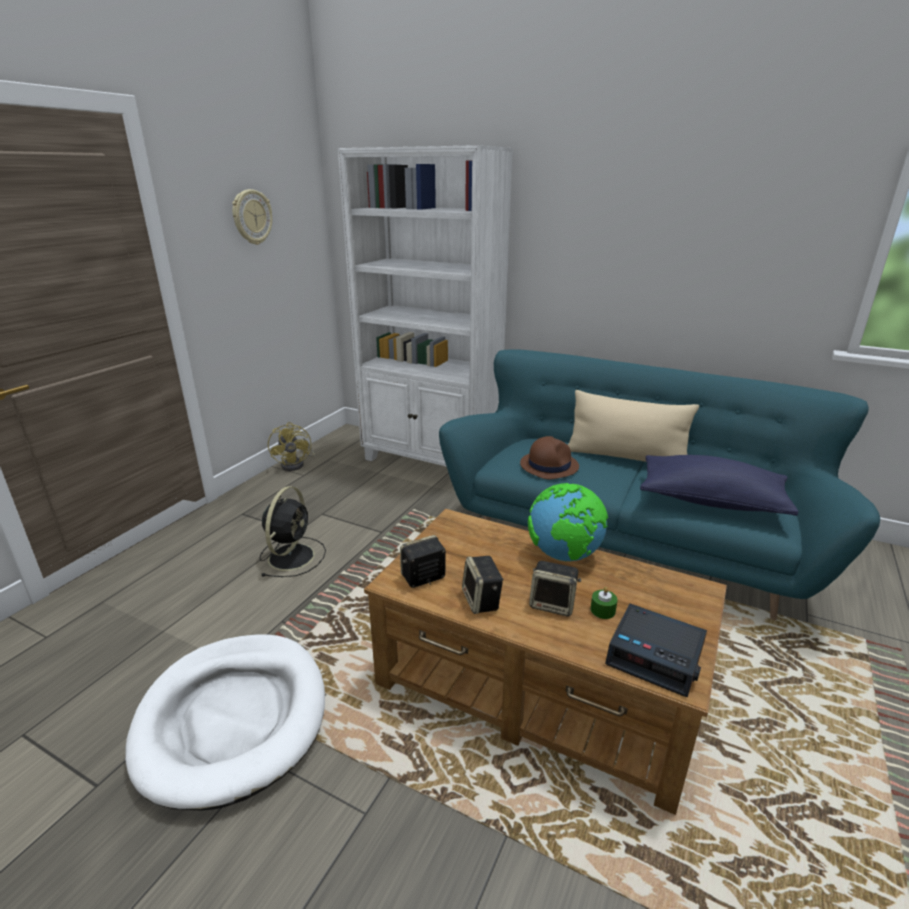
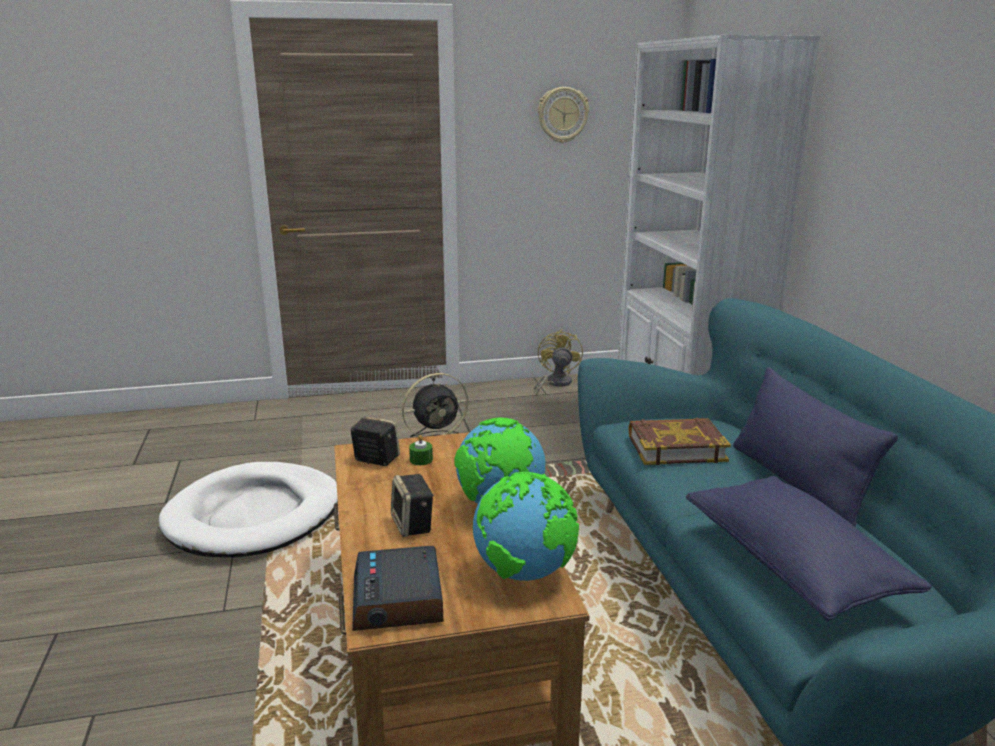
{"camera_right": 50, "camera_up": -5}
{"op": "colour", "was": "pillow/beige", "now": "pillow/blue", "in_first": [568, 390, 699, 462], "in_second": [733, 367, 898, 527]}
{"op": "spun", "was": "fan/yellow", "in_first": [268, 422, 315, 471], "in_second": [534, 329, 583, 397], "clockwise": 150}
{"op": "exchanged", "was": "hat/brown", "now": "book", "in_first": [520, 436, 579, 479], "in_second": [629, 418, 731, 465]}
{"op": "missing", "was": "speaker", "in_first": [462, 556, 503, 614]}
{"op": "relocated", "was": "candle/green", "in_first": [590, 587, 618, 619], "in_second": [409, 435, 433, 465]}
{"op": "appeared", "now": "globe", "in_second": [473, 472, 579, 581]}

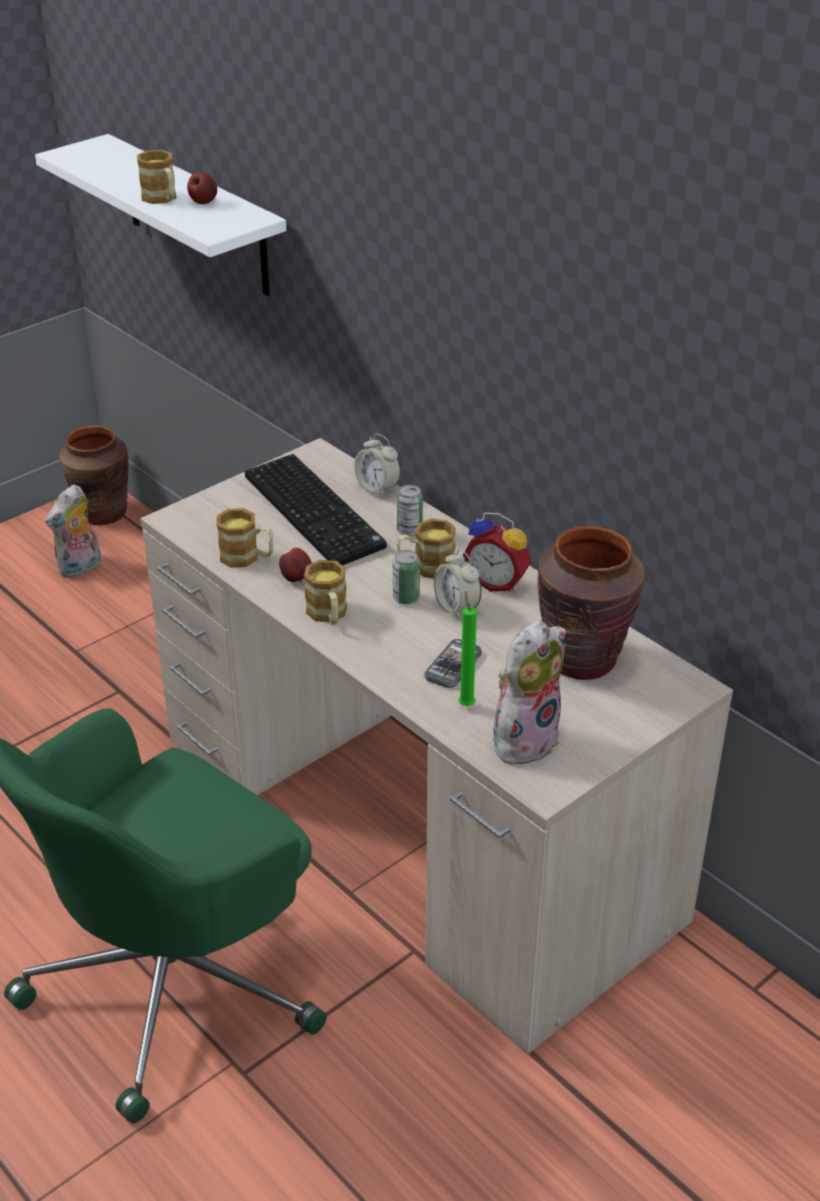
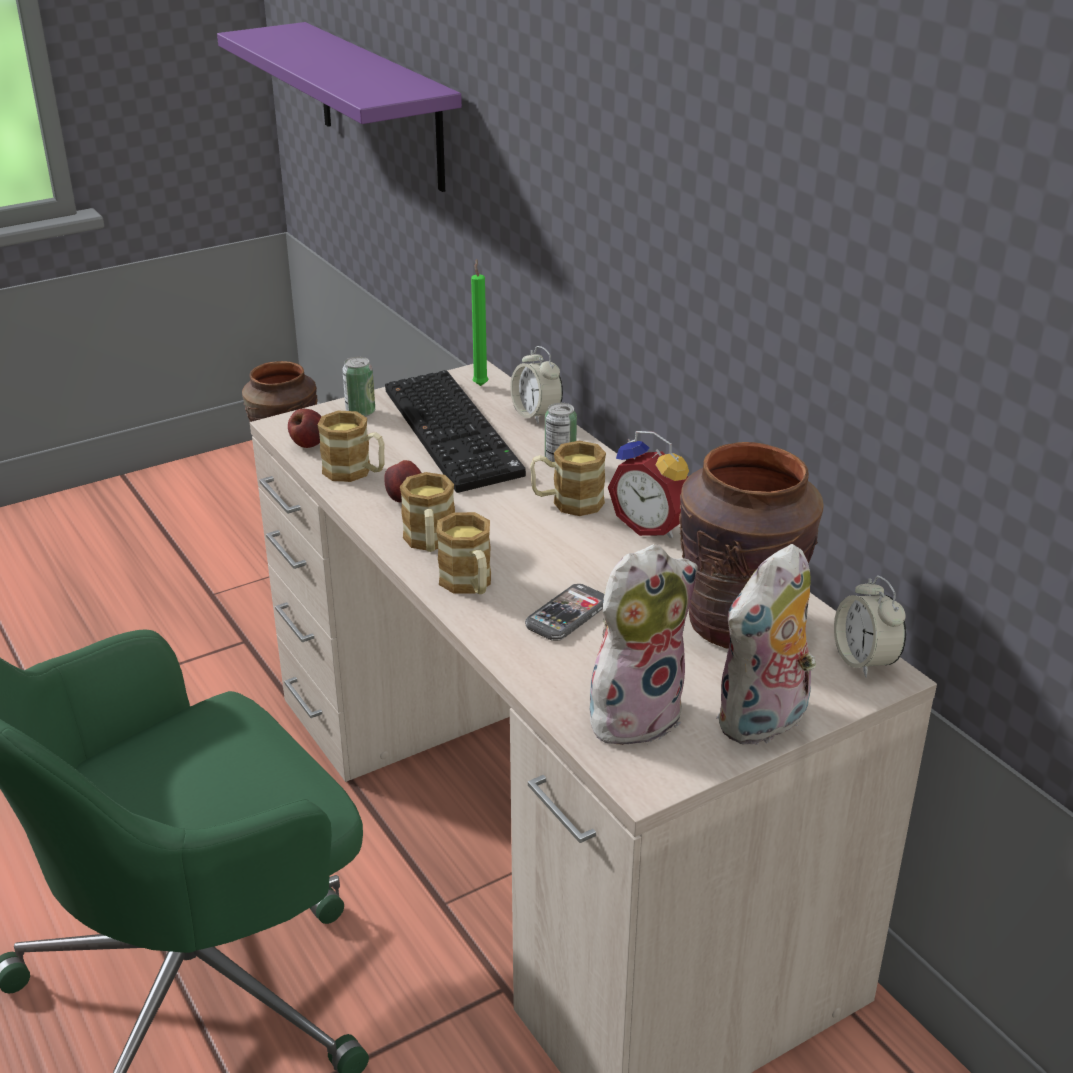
{"camera_right": 10, "camera_up": -5}
{"op": "colour", "was": "shelf/white", "now": "shelf/purple", "in_first": [35, 134, 286, 296], "in_second": [217, 22, 462, 192]}
{"op": "relocated", "was": "mug", "in_first": [137, 150, 176, 204], "in_second": [436, 512, 491, 594]}
{"op": "relocated", "was": "apple", "in_first": [187, 172, 217, 204], "in_second": [288, 409, 322, 448]}
{"op": "relocated", "was": "plush toy", "in_first": [45, 484, 101, 578], "in_second": [716, 544, 816, 746]}
{"op": "relocated", "was": "alarm clock", "in_first": [434, 549, 481, 620], "in_second": [834, 576, 906, 678]}
{"op": "relocated", "was": "can", "in_first": [392, 550, 420, 604], "in_second": [342, 357, 375, 417]}
{"op": "relocated", "was": "candle/green", "in_first": [459, 591, 477, 706], "in_second": [471, 259, 489, 386]}

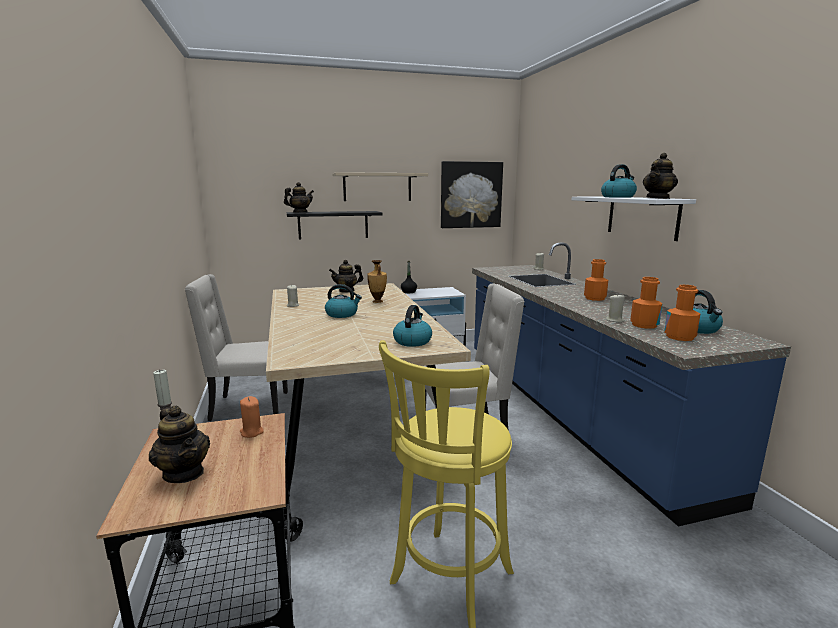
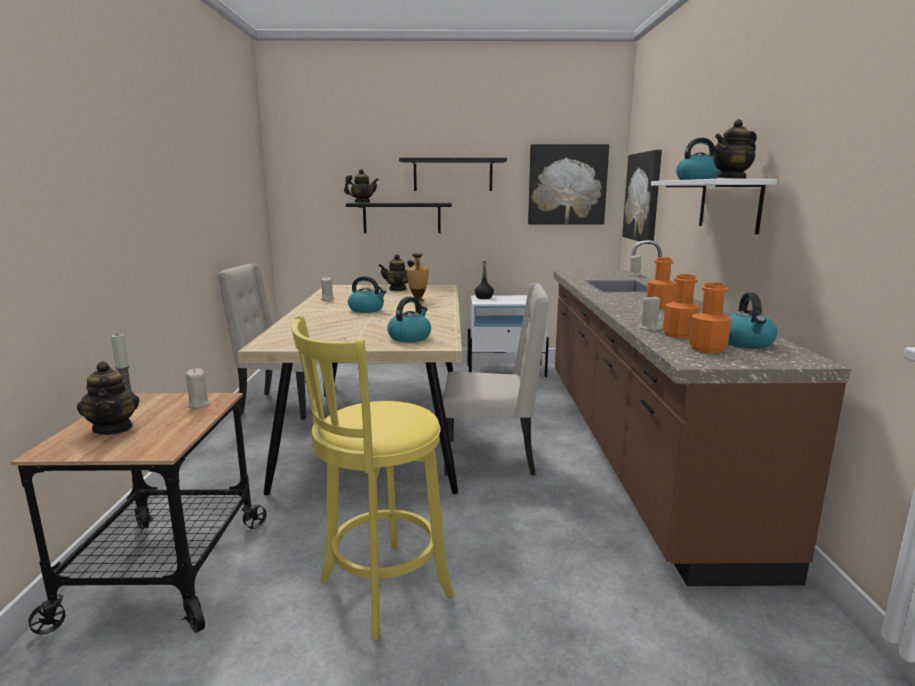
{"camera_right": 15, "camera_up": 0}
{"op": "colour", "was": "shelf/beige", "now": "shelf/black", "in_first": [332, 172, 428, 201], "in_second": [399, 158, 507, 191]}
{"op": "colour", "was": "counter/blue", "now": "counter/brown", "in_first": [472, 242, 791, 526], "in_second": [553, 240, 851, 586]}
{"op": "colour", "was": "candle/orange", "now": "candle/beige", "in_first": [240, 396, 264, 438], "in_second": [186, 368, 210, 408]}
{"op": "appeared", "now": "picture", "in_second": [622, 150, 662, 242]}

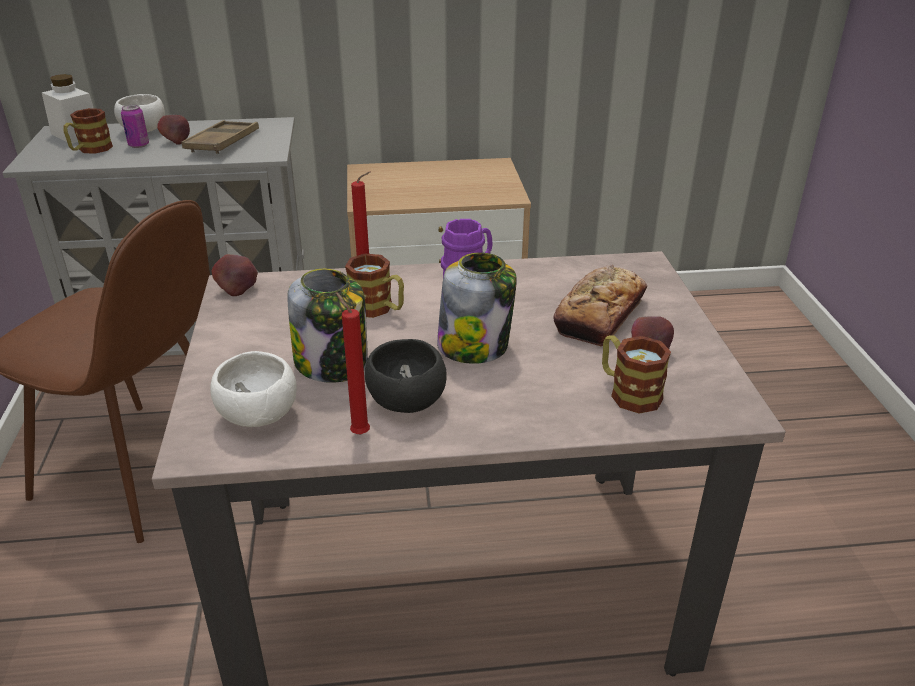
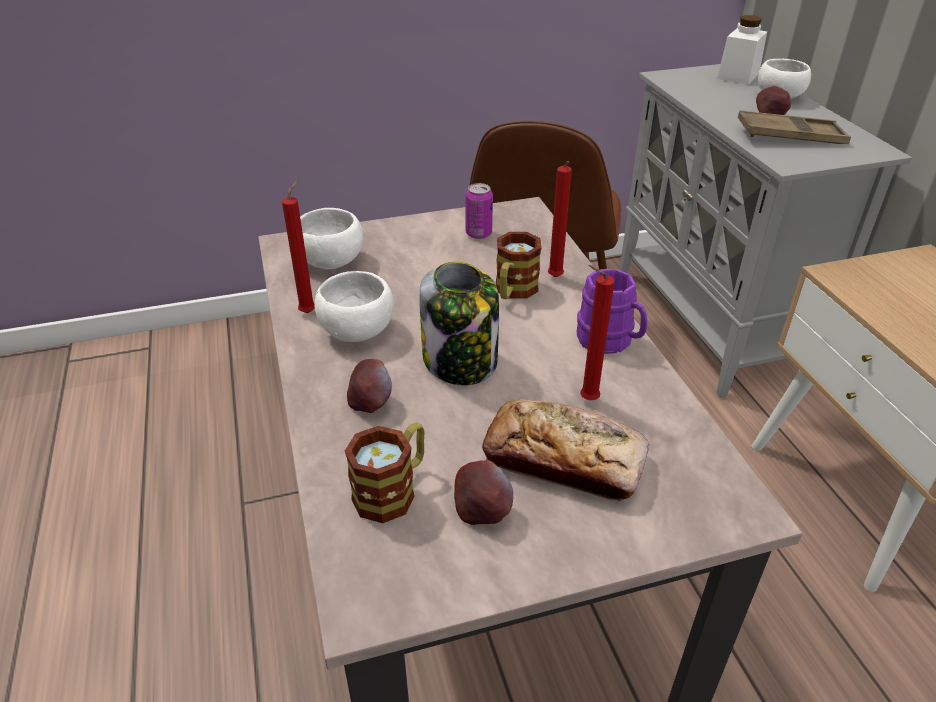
{"camera_right": 80, "camera_up": 5}
{"op": "relocated", "was": "can", "in_first": [121, 105, 149, 148], "in_second": [466, 183, 493, 239]}
{"op": "missing", "was": "mug", "in_first": [63, 108, 113, 154]}
{"op": "relocated", "was": "apple", "in_first": [212, 254, 258, 296], "in_second": [347, 359, 392, 413]}
{"op": "missing", "was": "jar", "in_first": [287, 269, 368, 383]}
{"op": "colour", "was": "bowl/black", "now": "bowl/white", "in_first": [365, 339, 447, 413], "in_second": [315, 271, 394, 342]}
{"op": "appeared", "now": "candle/red", "in_second": [580, 265, 615, 400]}

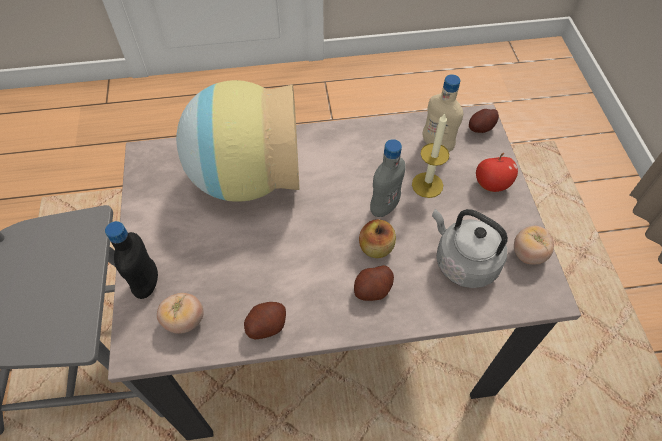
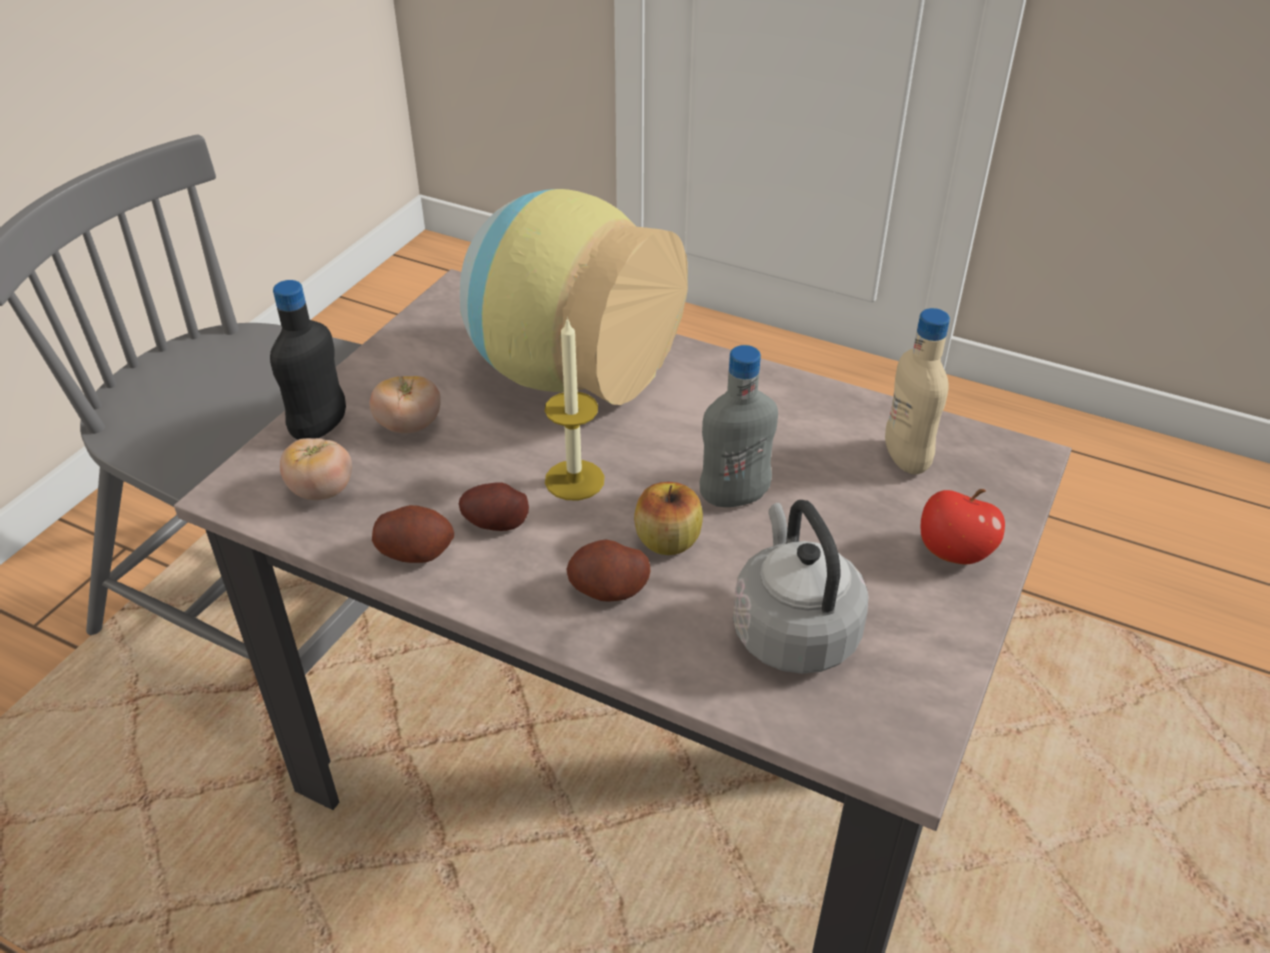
{"camera_right": 35, "camera_up": -15}
{"op": "relocated", "was": "potato", "in_first": [469, 109, 499, 133], "in_second": [459, 483, 529, 531]}
{"op": "relocated", "was": "candle", "in_first": [412, 113, 449, 198], "in_second": [545, 317, 605, 501]}
{"op": "relocated", "was": "tomato", "in_first": [514, 226, 554, 264], "in_second": [369, 375, 441, 434]}

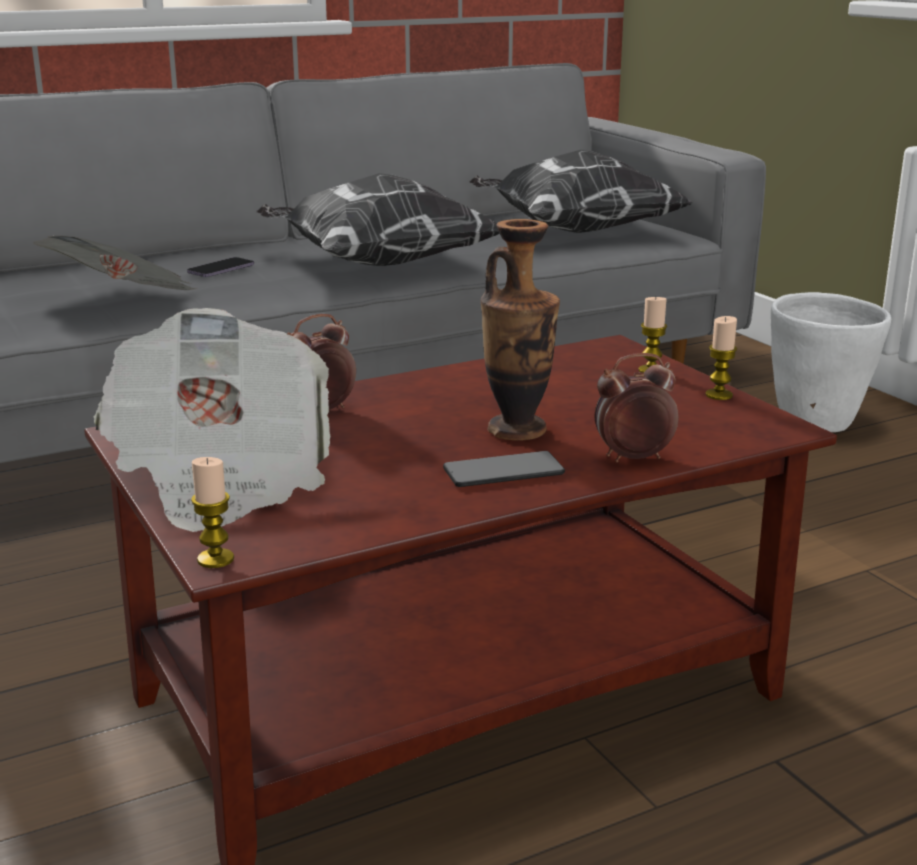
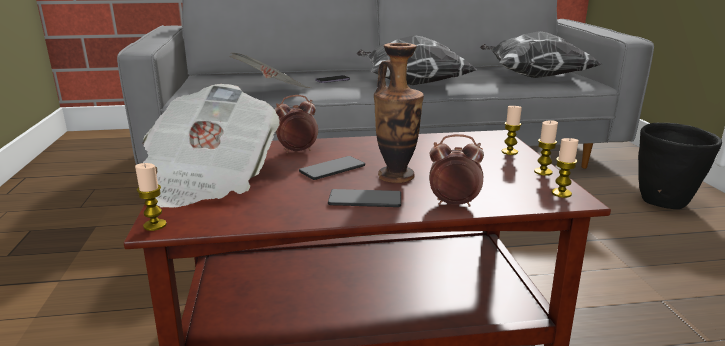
{"camera_right": 20, "camera_up": 0}
{"op": "colour", "was": "planter/white", "now": "planter/black", "in_first": [771, 292, 891, 432], "in_second": [638, 123, 722, 209]}
{"op": "appeared", "now": "candle", "in_second": [551, 138, 579, 198]}
{"op": "appeared", "now": "phone", "in_second": [299, 156, 365, 180]}

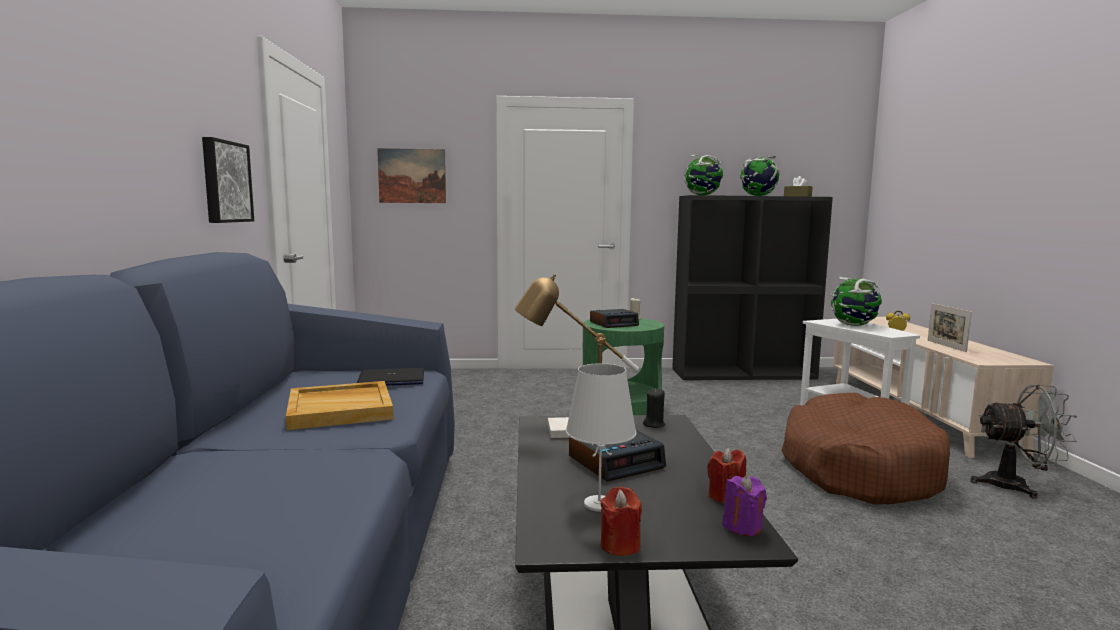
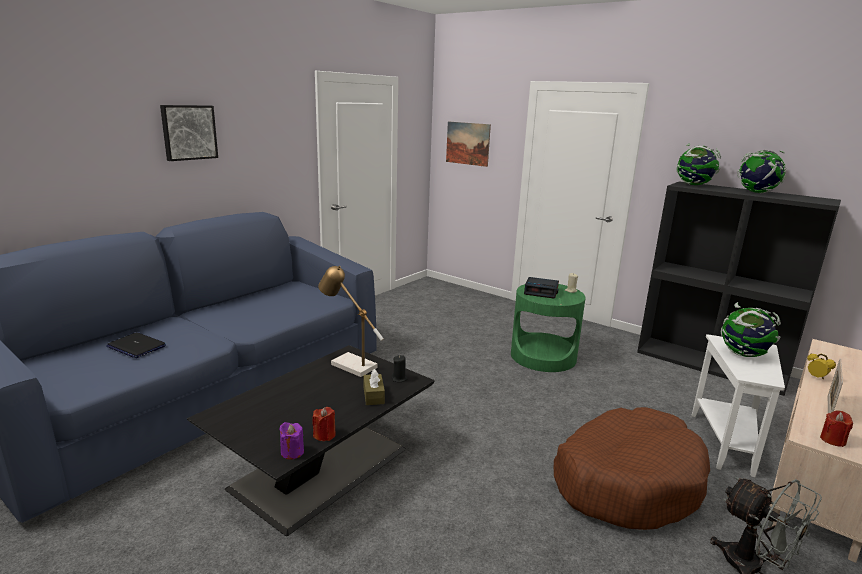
{"camera_right": 40, "camera_up": 10}
{"op": "relocated", "was": "picture", "in_first": [202, 137, 254, 223], "in_second": [160, 105, 218, 161]}
{"op": "relocated", "was": "tissue box/brown", "in_first": [784, 176, 813, 197], "in_second": [364, 369, 385, 405]}
{"op": "missing", "was": "table lamp/white", "in_first": [565, 363, 637, 512]}
{"op": "relocated", "was": "laptop", "in_first": [357, 368, 424, 386], "in_second": [106, 332, 166, 358]}
{"op": "missing", "was": "tray/beige", "in_first": [286, 381, 394, 430]}
{"op": "missing", "was": "alarm clock", "in_first": [569, 430, 666, 482]}
{"op": "relocated", "was": "candle/red", "in_first": [600, 486, 642, 556], "in_second": [820, 410, 853, 447]}

